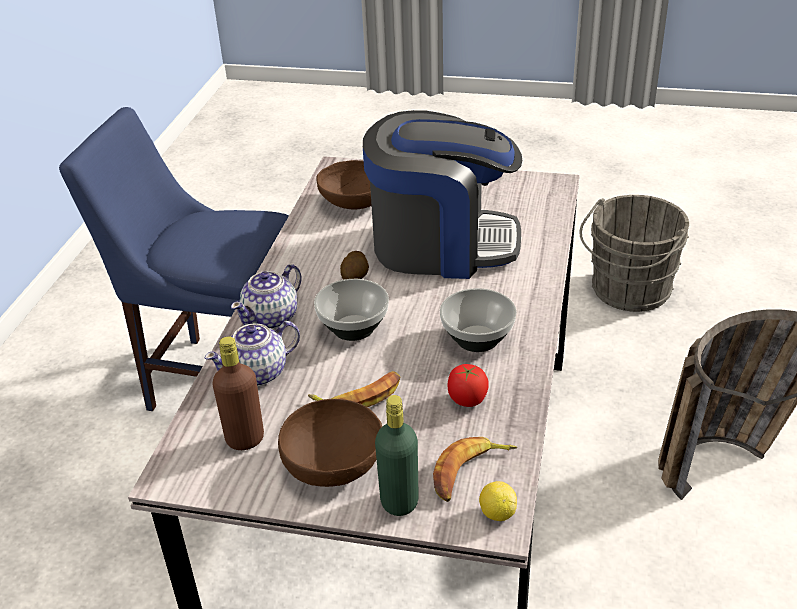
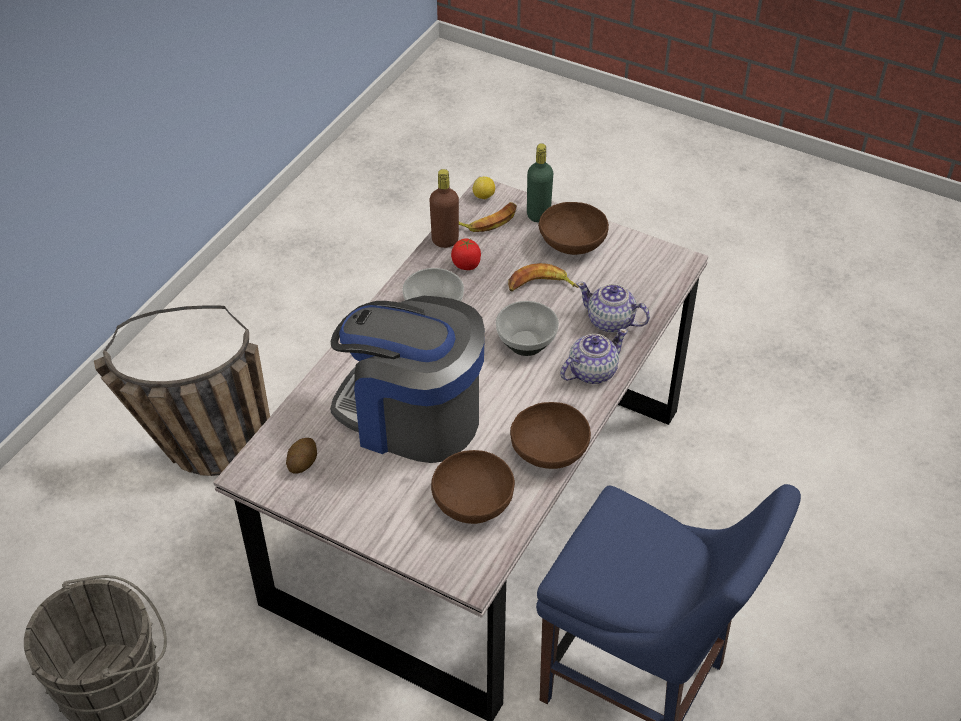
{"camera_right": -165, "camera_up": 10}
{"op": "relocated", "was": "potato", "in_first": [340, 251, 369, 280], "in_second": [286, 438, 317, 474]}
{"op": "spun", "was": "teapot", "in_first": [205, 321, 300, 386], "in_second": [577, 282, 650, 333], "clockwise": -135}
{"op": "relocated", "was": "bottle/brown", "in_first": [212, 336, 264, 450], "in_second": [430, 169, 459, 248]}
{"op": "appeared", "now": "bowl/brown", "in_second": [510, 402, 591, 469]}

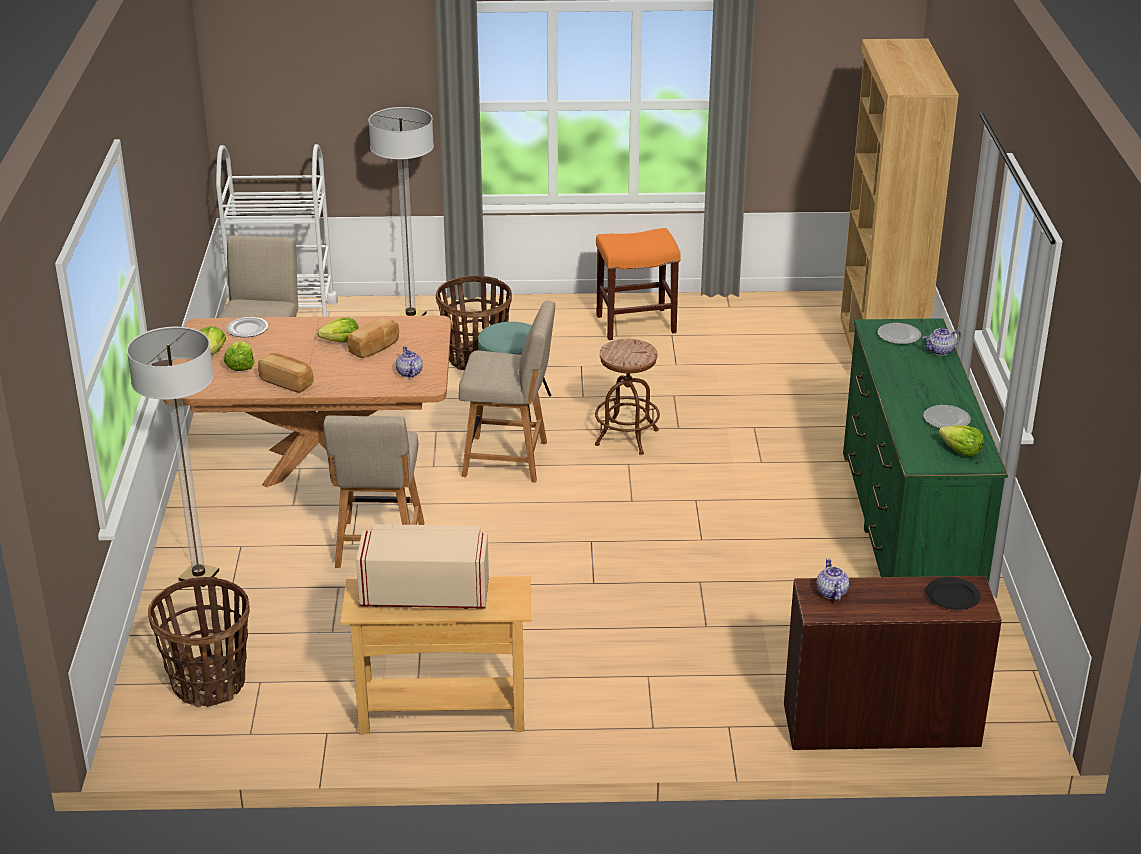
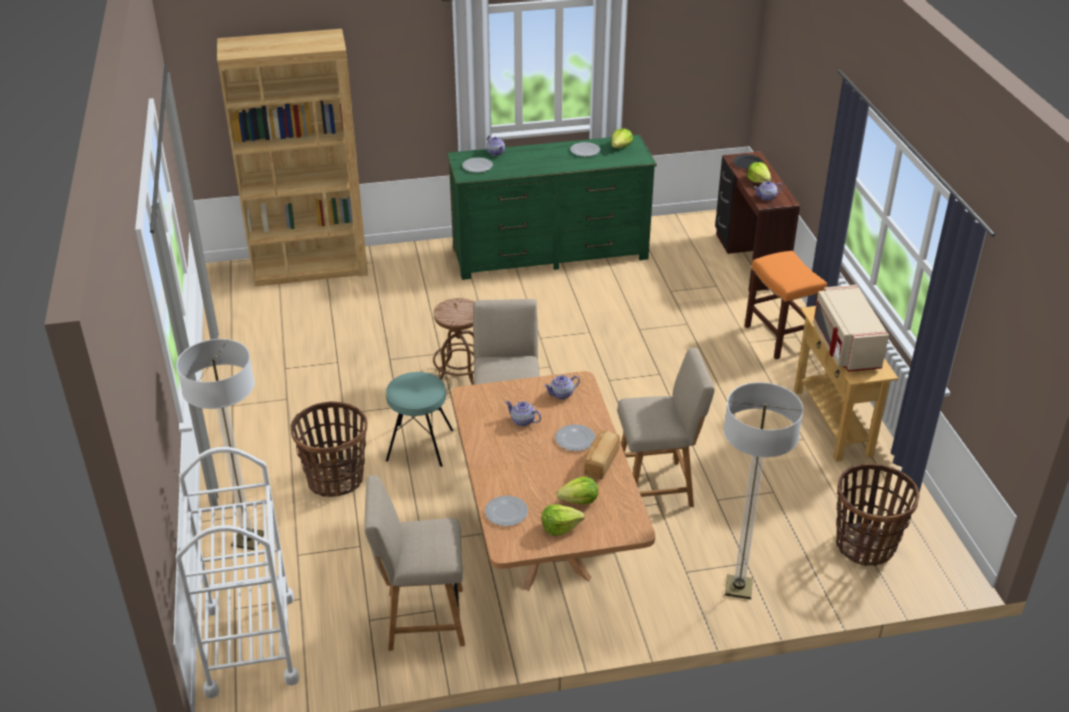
{"camera_right": -100, "camera_up": 5}
{"op": "relocated", "was": "stool/orange", "in_first": [596, 228, 681, 340], "in_second": [745, 251, 827, 359]}
{"op": "relocated", "was": "lettuce", "in_first": [317, 317, 359, 343], "in_second": [747, 162, 771, 183]}
{"op": "exchanged", "was": "bread", "now": "teapot", "in_first": [347, 317, 399, 358], "in_second": [505, 401, 541, 426]}
{"op": "appeared", "now": "plate", "in_second": [555, 424, 595, 451]}

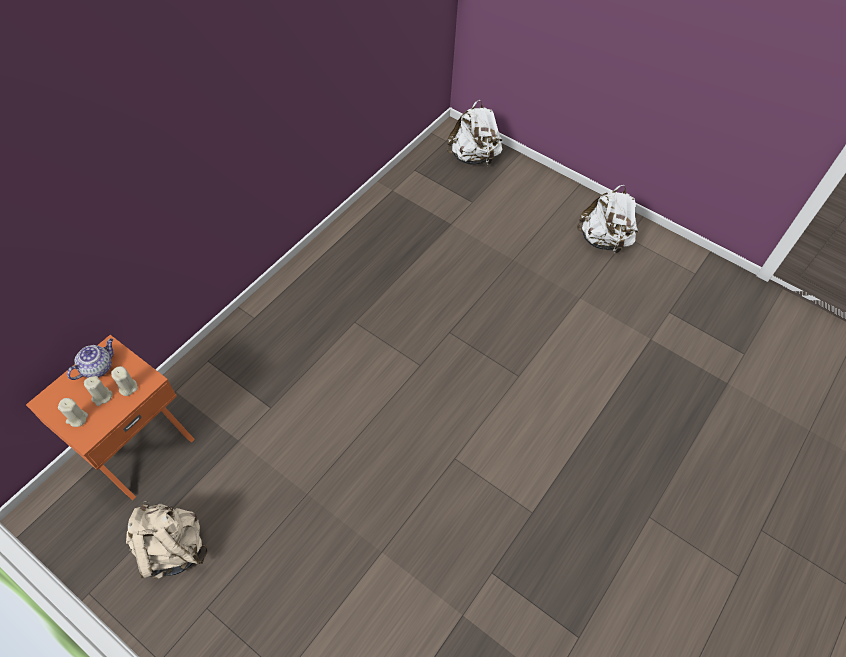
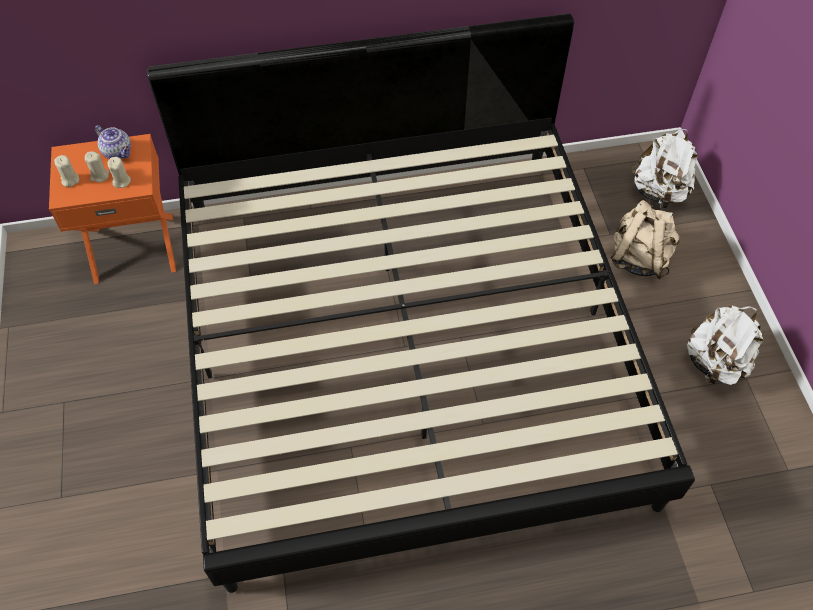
{"camera_right": 45, "camera_up": 0}
{"op": "spun", "was": "teapot", "in_first": [67, 338, 113, 380], "in_second": [95, 125, 131, 159], "clockwise": 45}
{"op": "relocated", "was": "backpack/beige", "in_first": [126, 501, 208, 579], "in_second": [610, 200, 680, 280]}
{"op": "appeared", "now": "bed", "in_second": [147, 13, 695, 593]}

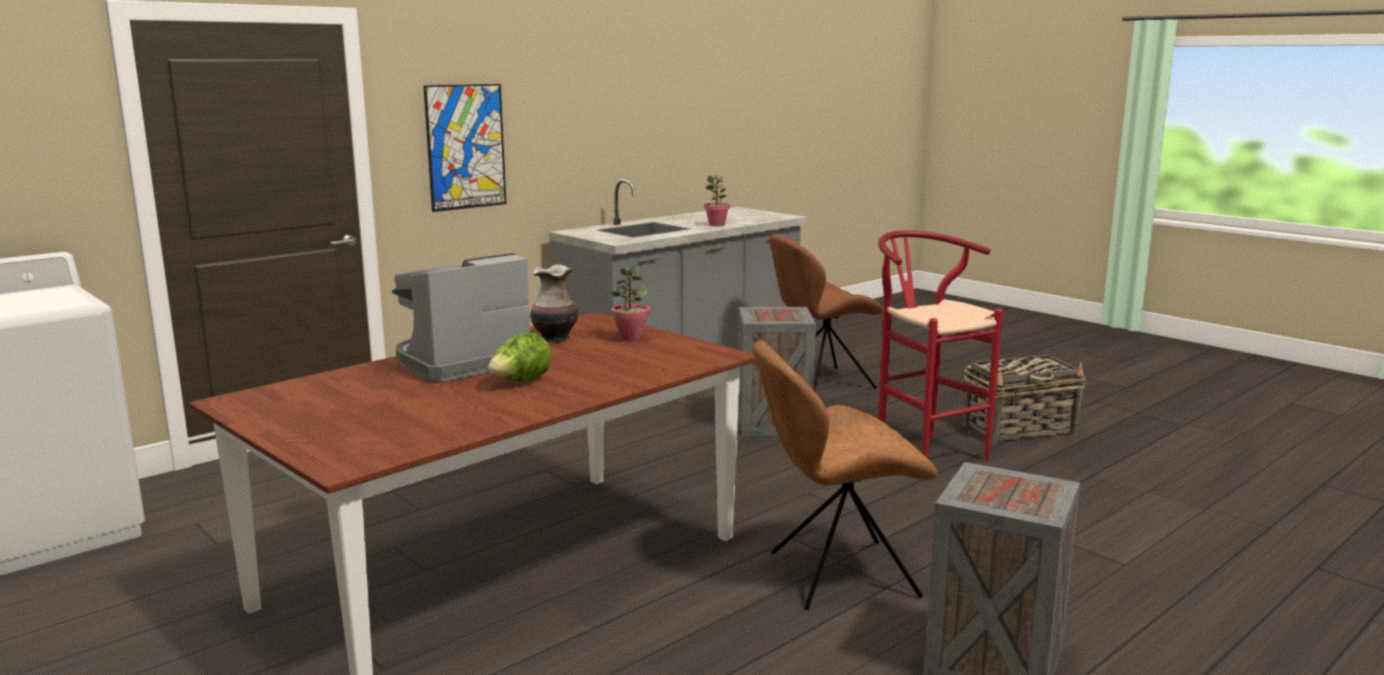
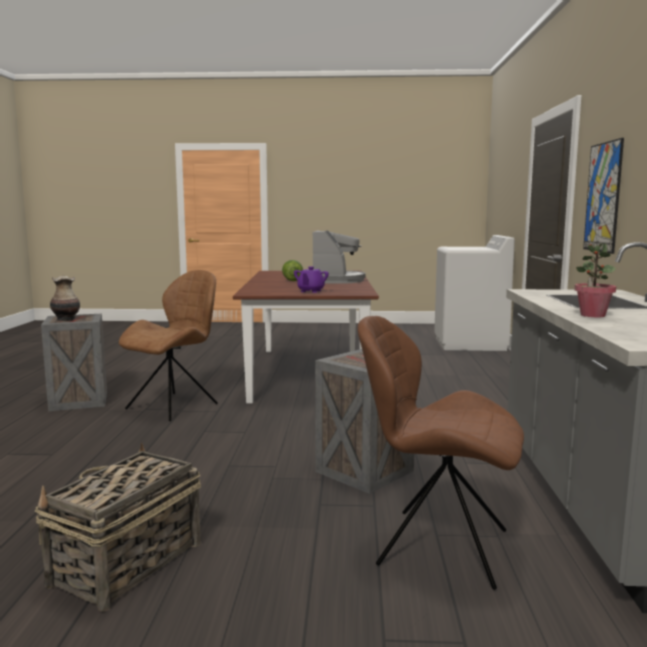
{"camera_right": 135, "camera_up": -5}
{"op": "missing", "was": "stool/red", "in_first": [878, 230, 1003, 460]}
{"op": "spun", "was": "chair/brown", "in_first": [769, 234, 883, 391], "in_second": [357, 316, 524, 590], "clockwise": -90}
{"op": "relocated", "was": "vase", "in_first": [530, 264, 578, 343], "in_second": [50, 276, 80, 321]}
{"op": "exchanged", "was": "potted plant", "now": "teapot/purple", "in_first": [611, 265, 650, 341], "in_second": [294, 266, 329, 293]}

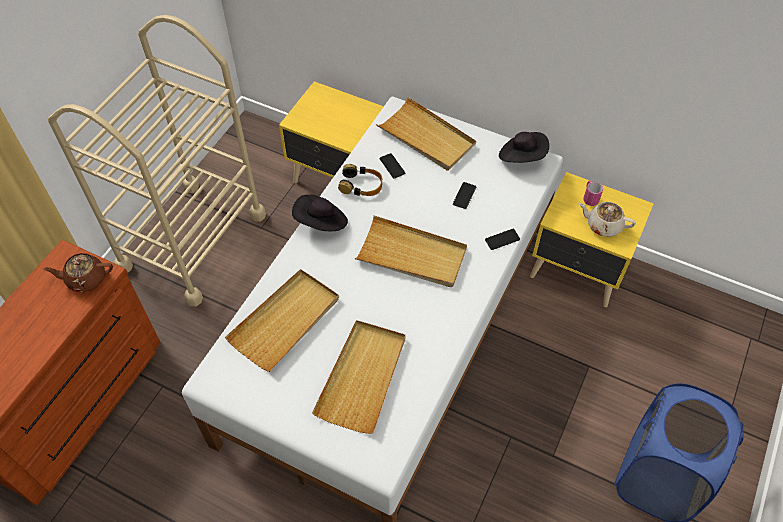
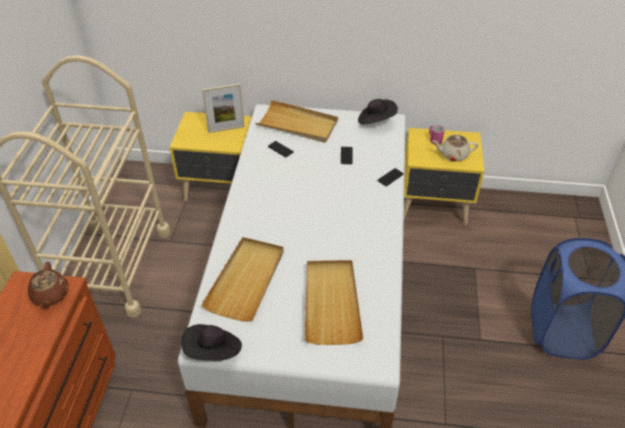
{"camera_right": -20, "camera_up": -10}
{"op": "missing", "was": "headphones", "in_first": [338, 164, 382, 196]}
{"op": "relocated", "was": "hat/black", "in_first": [292, 195, 348, 231], "in_second": [181, 324, 242, 361]}
{"op": "missing", "was": "tray/beige", "in_first": [355, 215, 467, 287]}
{"op": "spun", "was": "teapot/brown", "in_first": [43, 253, 113, 292], "in_second": [28, 261, 68, 308], "clockwise": -75}
{"op": "appeared", "now": "picture frame", "in_second": [202, 83, 244, 133]}

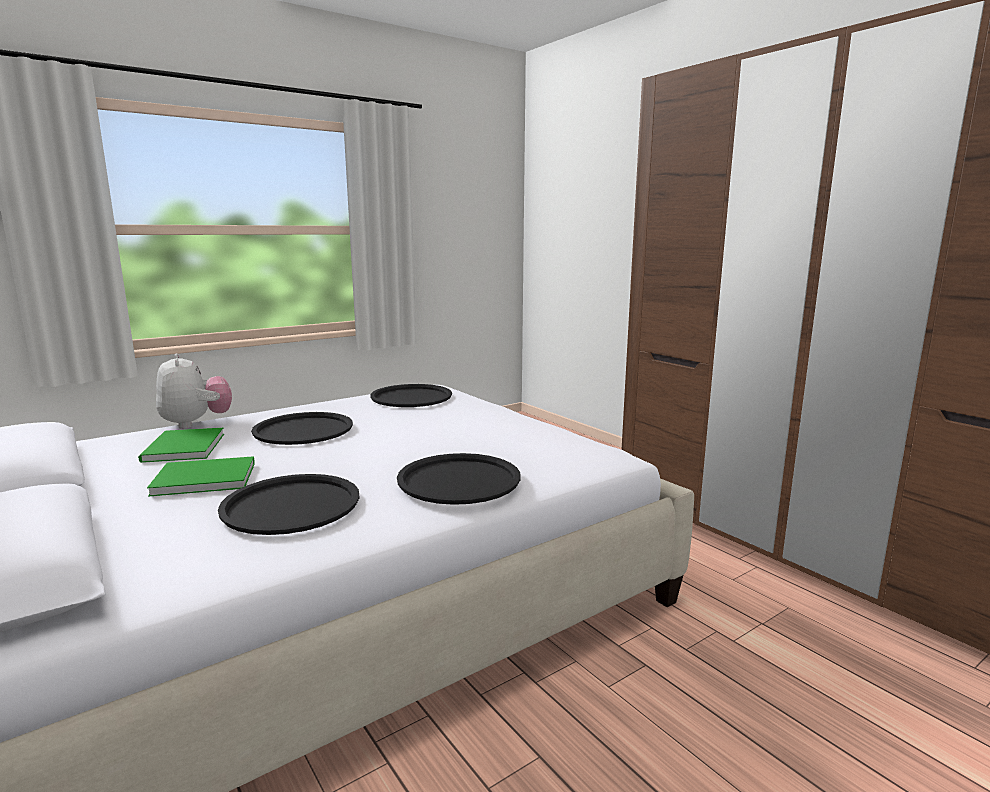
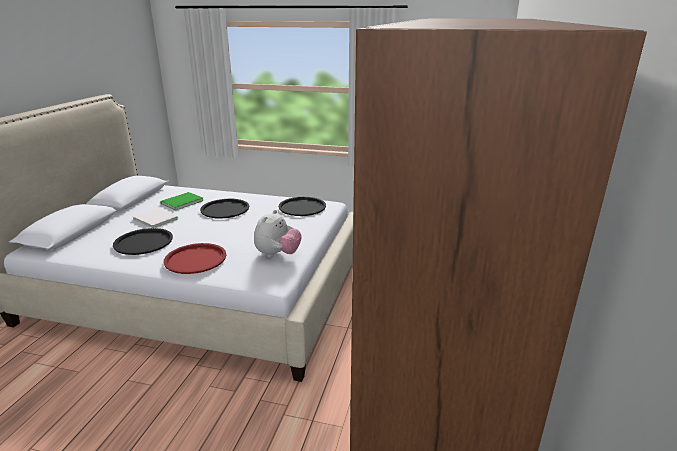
{"camera_right": 50, "camera_up": 10}
{"op": "relocated", "was": "plush toy", "in_first": [156, 353, 232, 429], "in_second": [254, 210, 301, 257]}
{"op": "colour", "was": "tray/black", "now": "tray/red", "in_first": [397, 453, 521, 505], "in_second": [164, 243, 226, 274]}
{"op": "colour", "was": "book/green", "now": "book/white", "in_first": [147, 456, 255, 497], "in_second": [132, 208, 178, 228]}

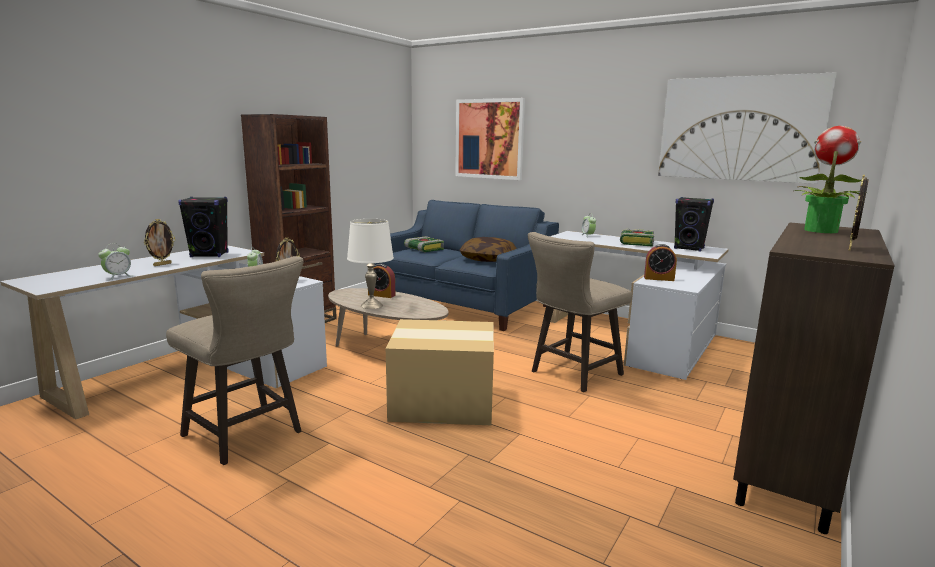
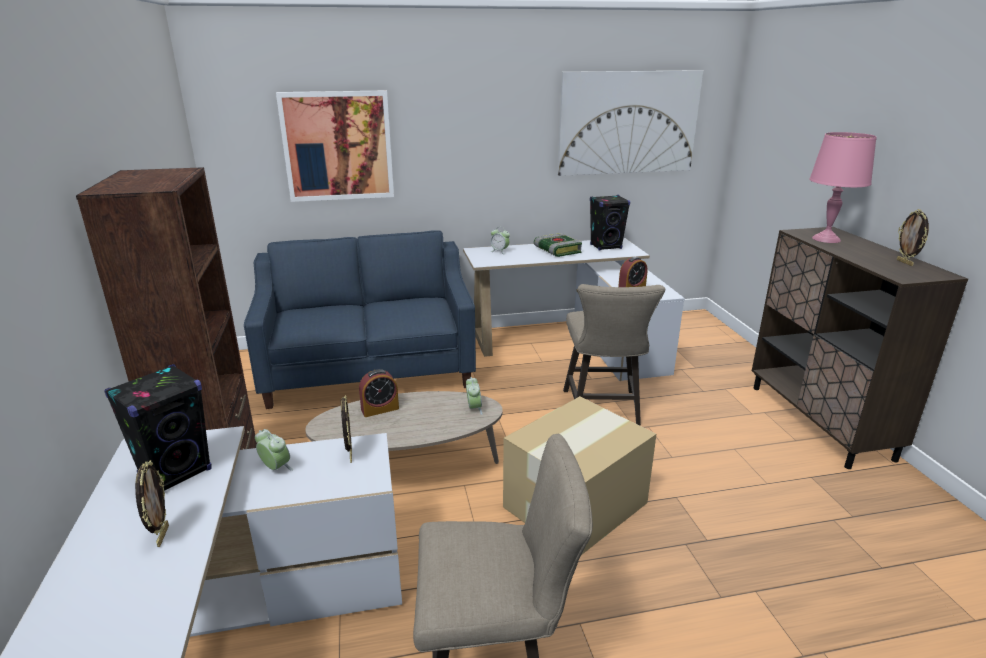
{"camera_right": -45, "camera_up": 10}
{"op": "exchanged", "was": "potted plant", "now": "table lamp/pink", "in_first": [794, 126, 861, 233], "in_second": [809, 132, 877, 243]}
{"op": "missing", "was": "table lamp/white", "in_first": [347, 219, 394, 309]}
{"op": "missing", "was": "book", "in_first": [404, 236, 444, 252]}
{"op": "missing", "was": "pillow", "in_first": [460, 237, 517, 262]}
{"op": "relocated", "was": "alarm clock", "in_first": [98, 243, 131, 280], "in_second": [466, 377, 483, 415]}

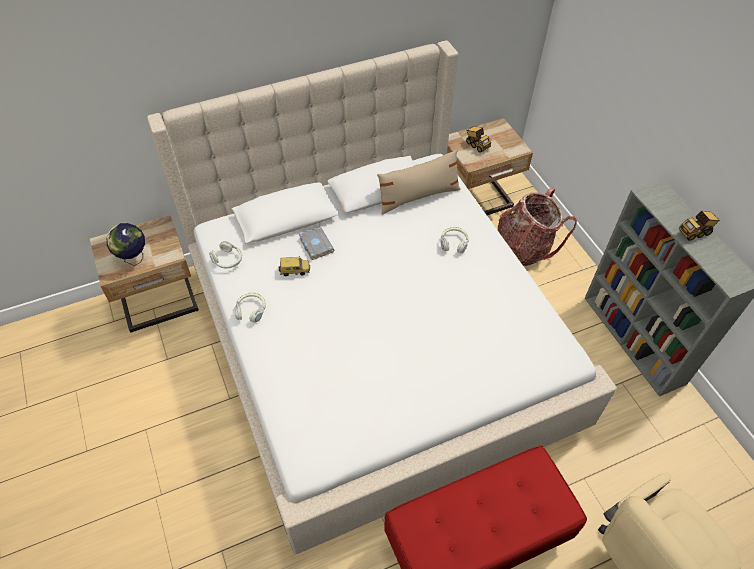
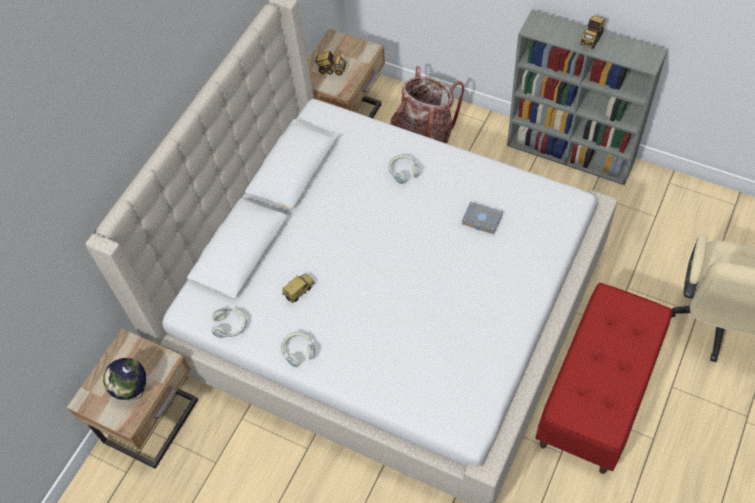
{"camera_right": -35, "camera_up": 5}
{"op": "missing", "was": "pillow/beige", "in_first": [377, 150, 461, 215]}
{"op": "relocated", "was": "book/grey", "in_first": [299, 227, 334, 260], "in_second": [462, 202, 503, 234]}

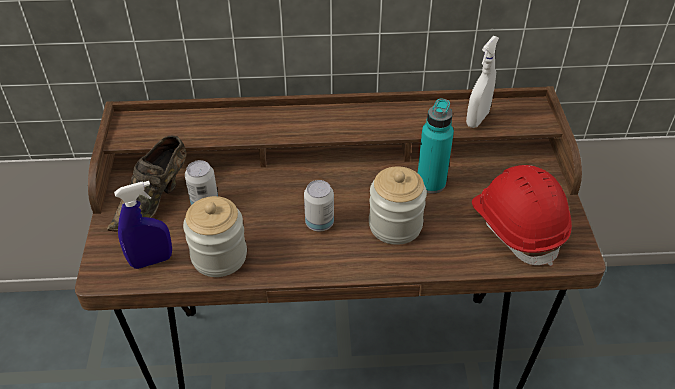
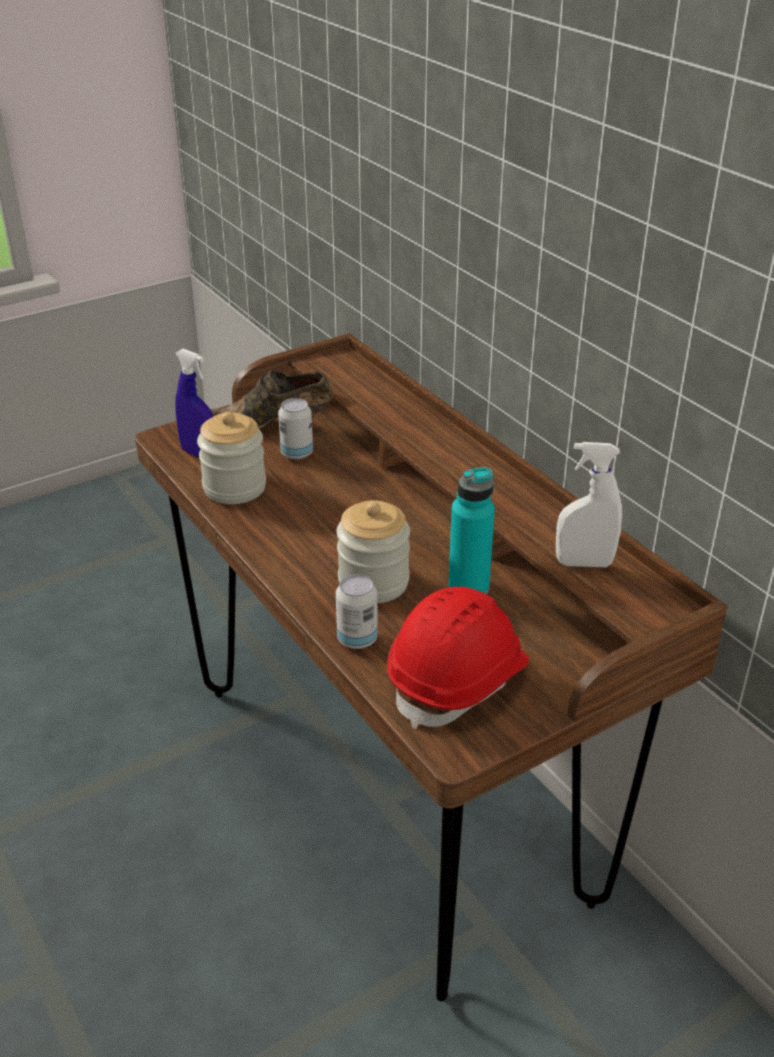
{"camera_right": 60, "camera_up": -10}
{"op": "relocated", "was": "can", "in_first": [304, 180, 334, 231], "in_second": [336, 574, 378, 649]}

